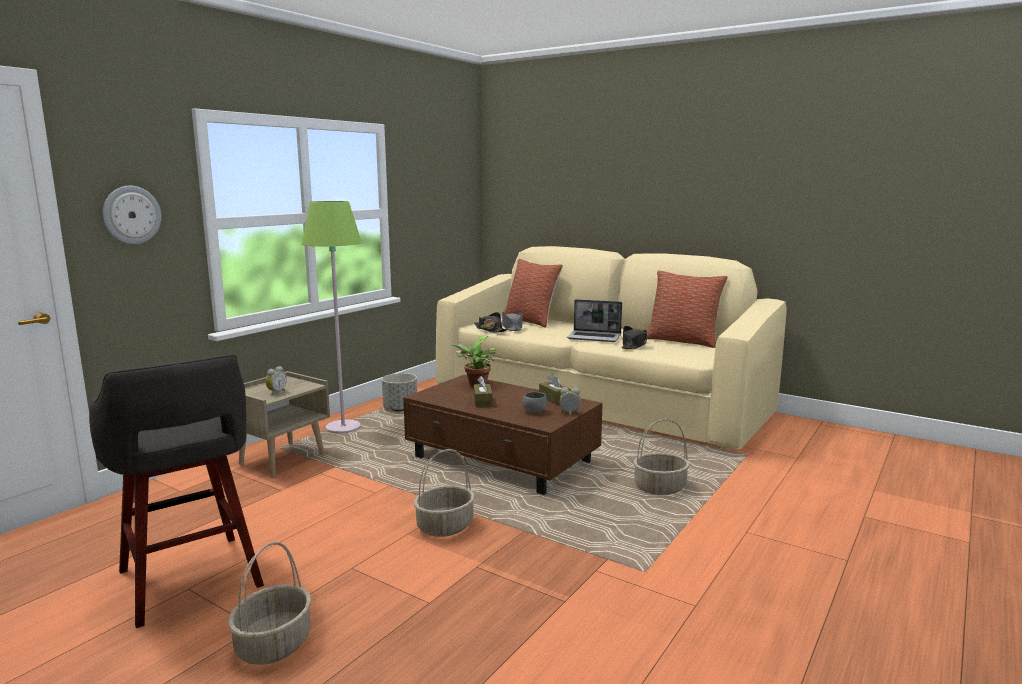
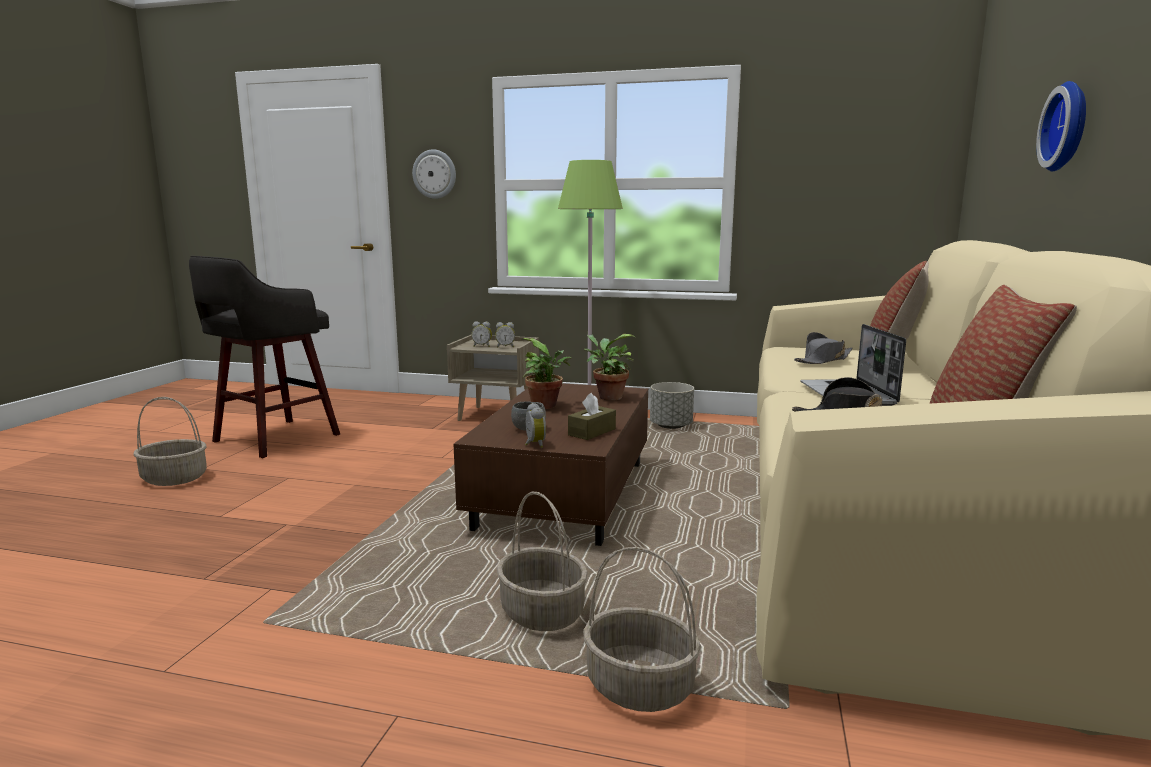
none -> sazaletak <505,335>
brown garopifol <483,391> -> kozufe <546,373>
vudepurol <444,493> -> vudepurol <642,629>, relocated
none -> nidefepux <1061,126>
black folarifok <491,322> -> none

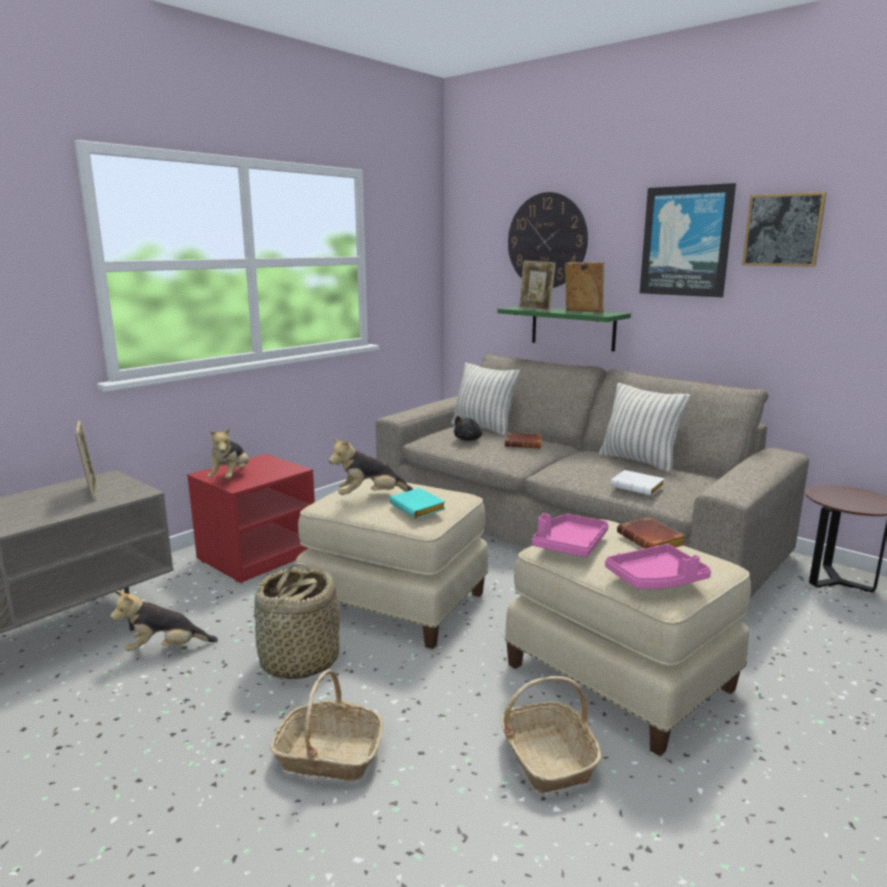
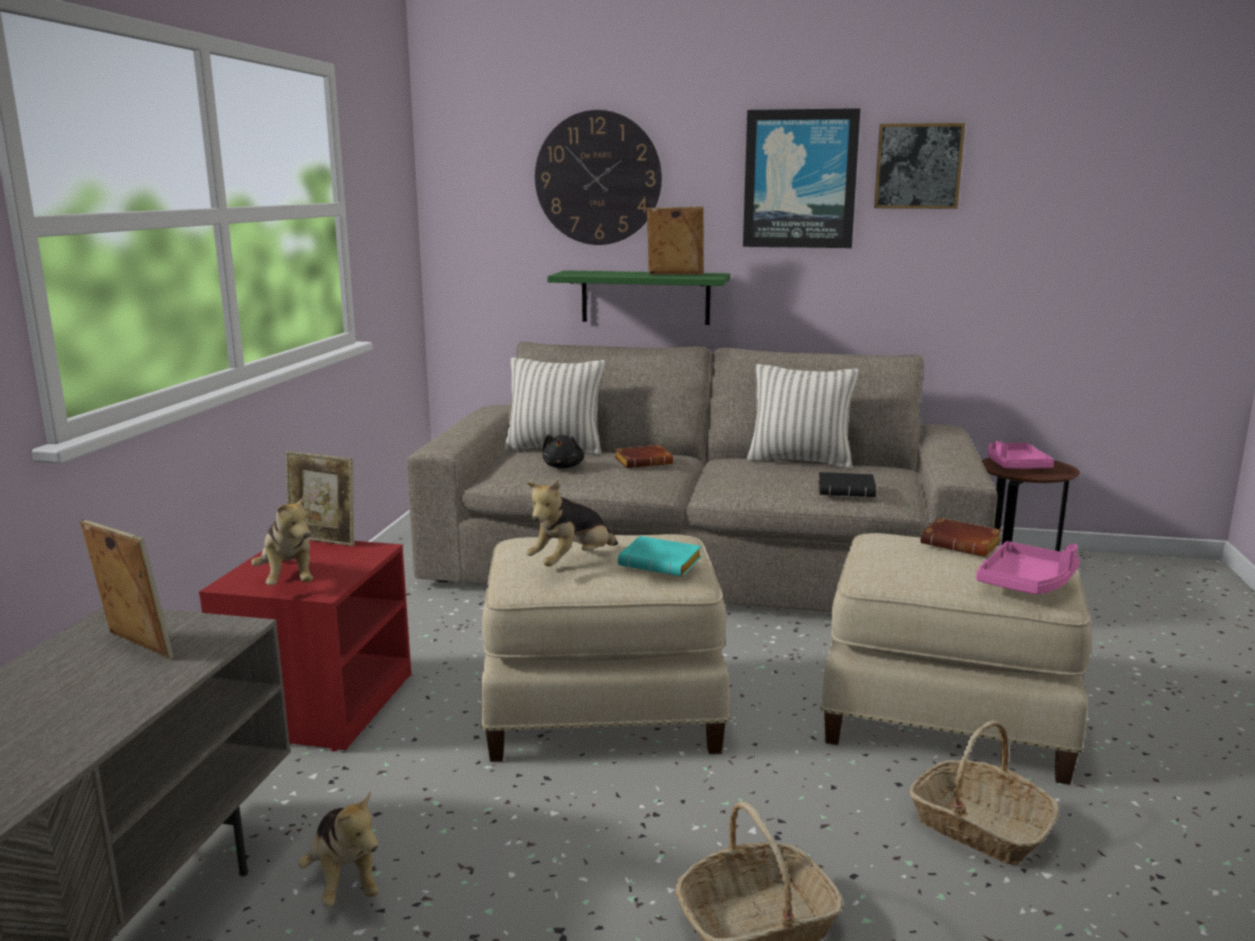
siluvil <537,286> -> siluvil <320,498>, relocated
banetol <164,620> -> banetol <338,848>, 75 degrees counterclockwise
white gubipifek <637,483> -> black gubipifek <847,484>
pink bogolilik <570,535> -> pink bogolilik <1021,455>, relocated
vudepurol <297,621> -> none

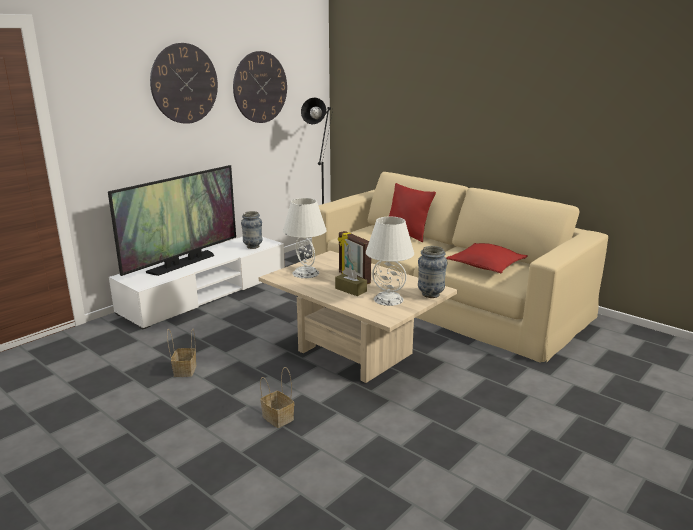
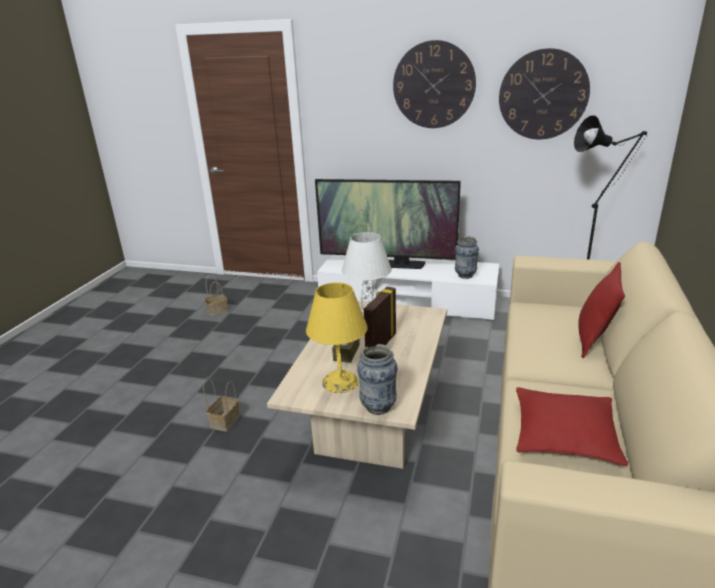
vudepurol <181,353> -> vudepurol <216,296>, relocated
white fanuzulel <390,261> -> yellow fanuzulel <337,337>

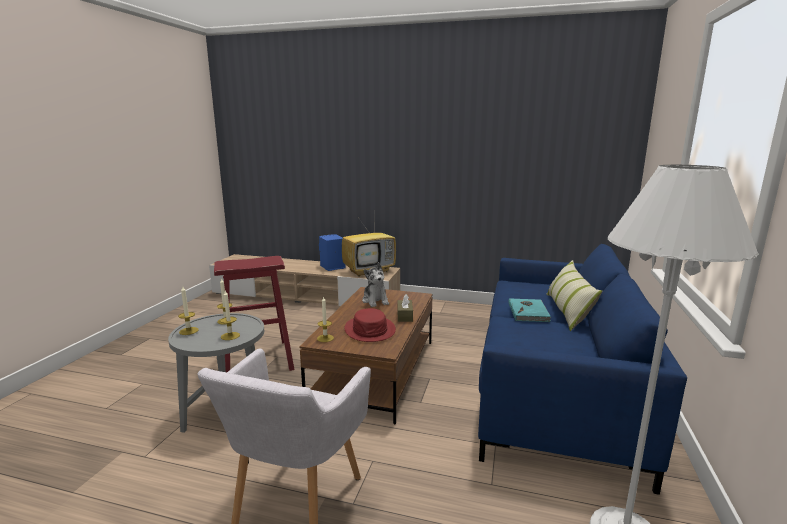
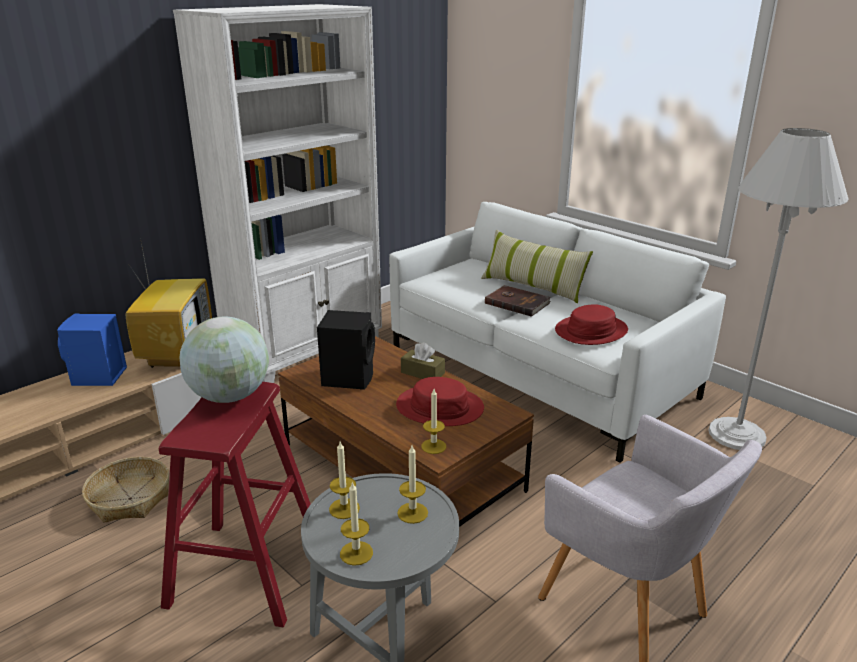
none -> vudepurol <125,490>
none -> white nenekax <277,193>
none -> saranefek <224,360>
banetol <375,284> -> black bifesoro <346,350>
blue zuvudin <582,369> -> white zuvudin <557,332>
turquoise gubipifek <529,310> -> brown gubipifek <518,301>
none -> red folarifok <591,324>

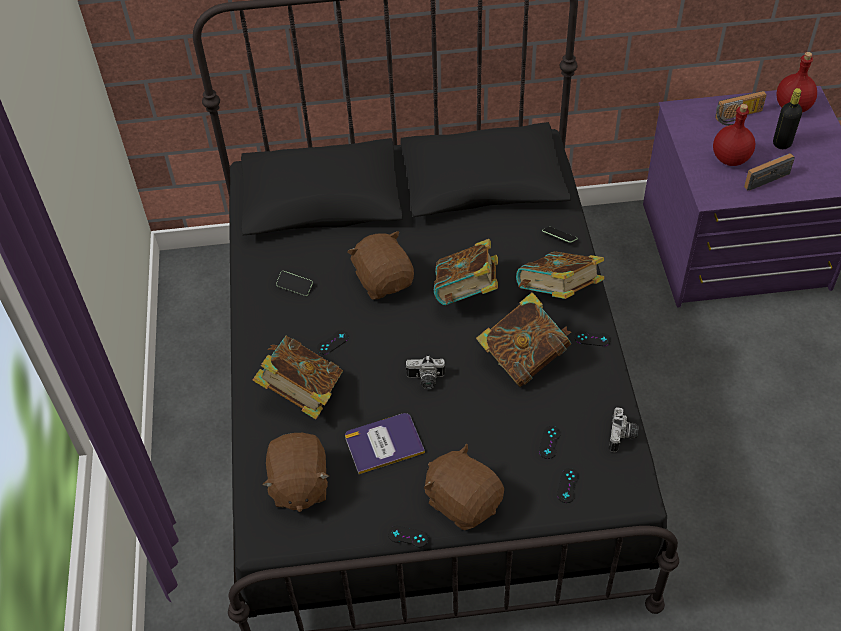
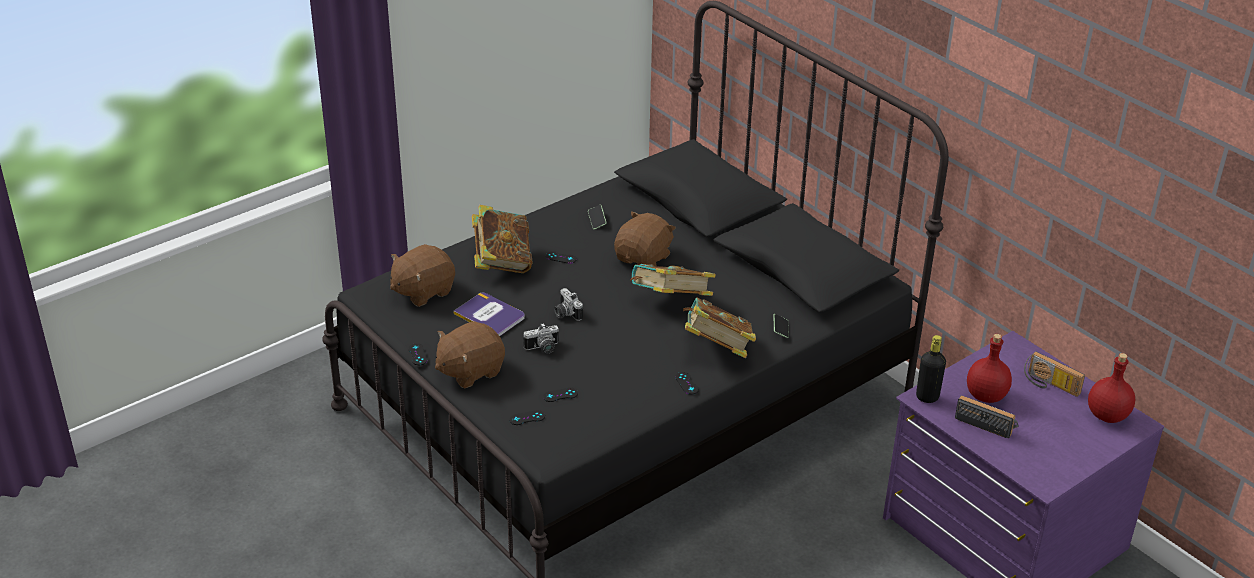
brown banetol <464,487> -> brown banetol <470,354>, 135 degrees counterclockwise
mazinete <624,429> -> mazinete <541,338>, relocated
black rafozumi <787,118> -> black rafozumi <931,369>, relocated
gubipifek <523,339> -> none

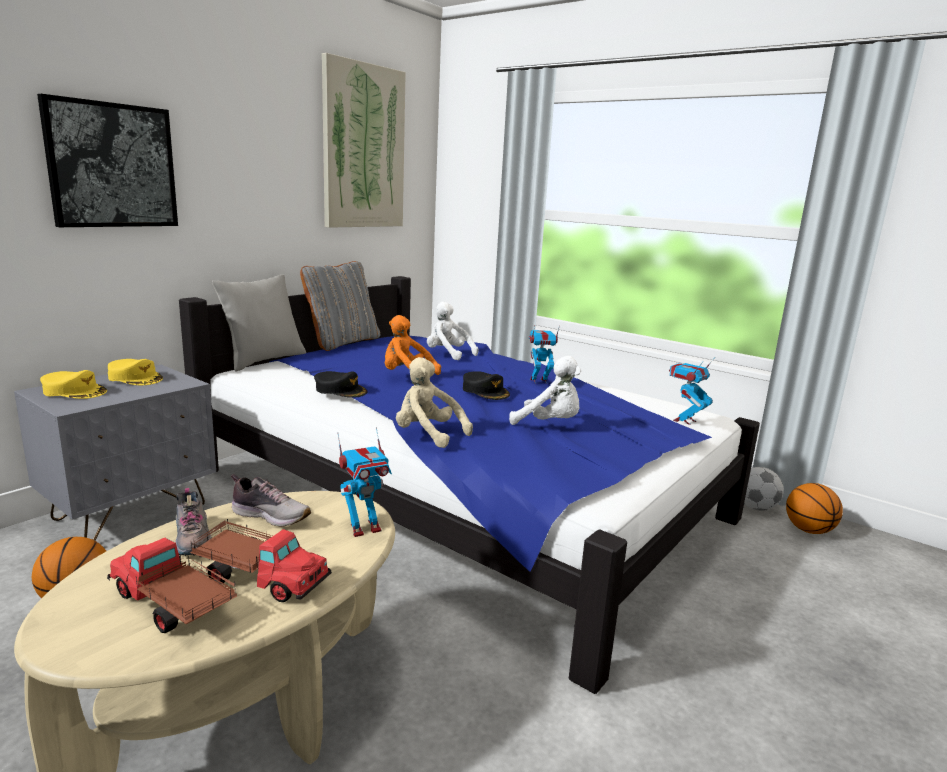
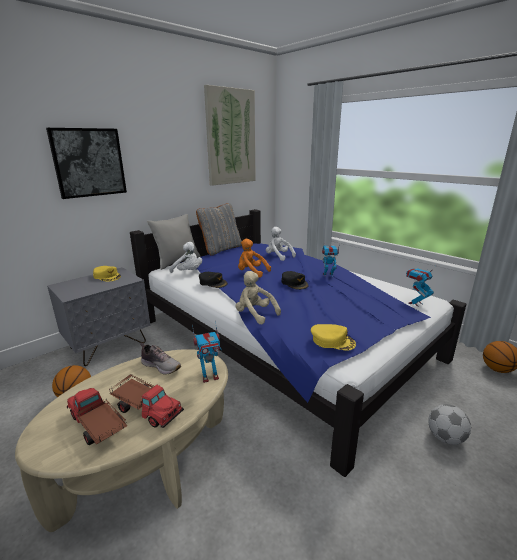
white banetol <545,390> -> white banetol <185,257>, relocated
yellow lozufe <73,384> -> yellow lozufe <333,337>, relocated
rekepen <764,489> -> rekepen <449,424>, relocated
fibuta <193,522> -> none

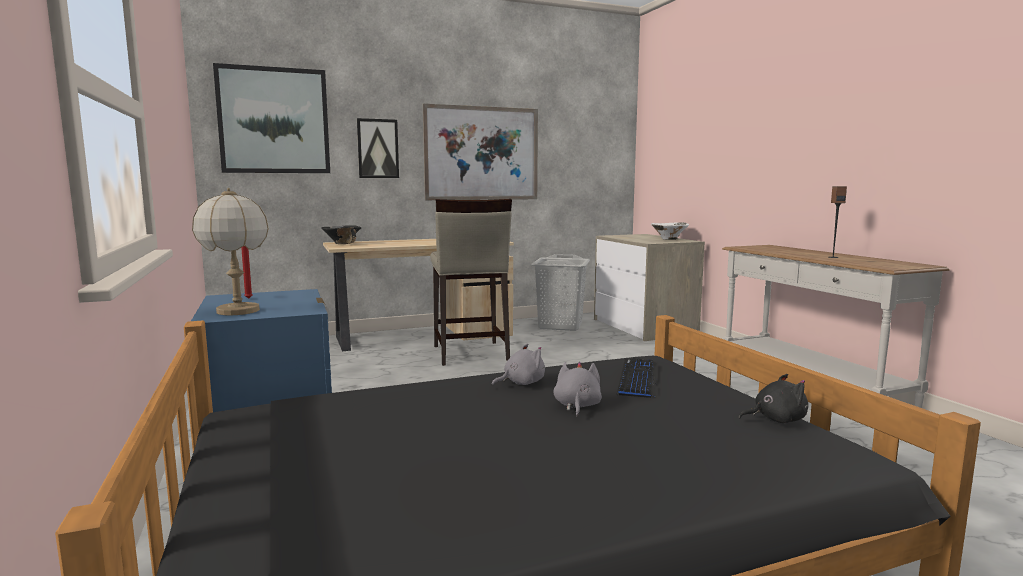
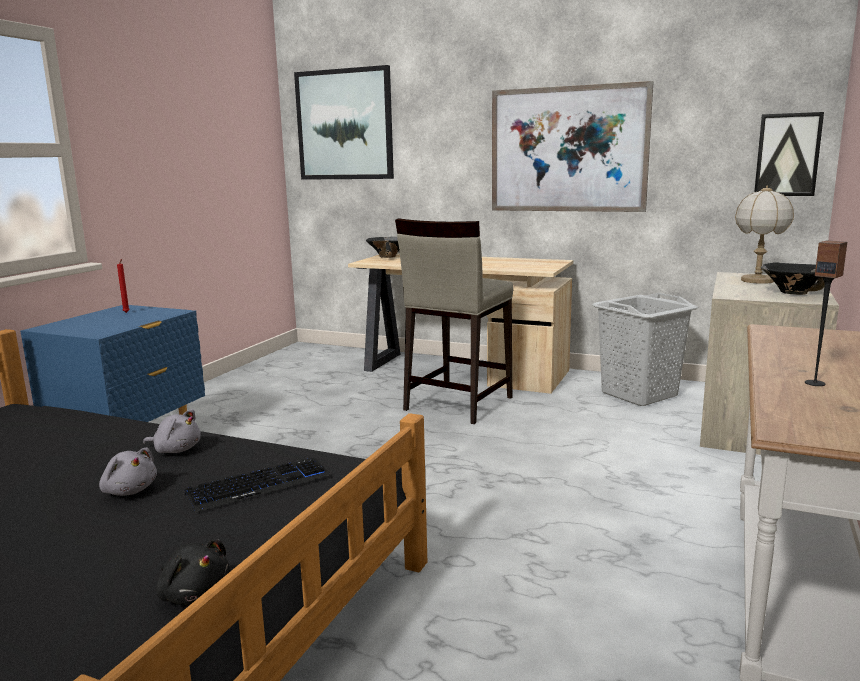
grey banetol <578,389> -> grey banetol <128,472>, 75 degrees clockwise
fanuzulel <230,251> -> fanuzulel <764,234>, relocated
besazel <378,148> -> besazel <789,154>, relocated
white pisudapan <670,231> -> black pisudapan <793,278>

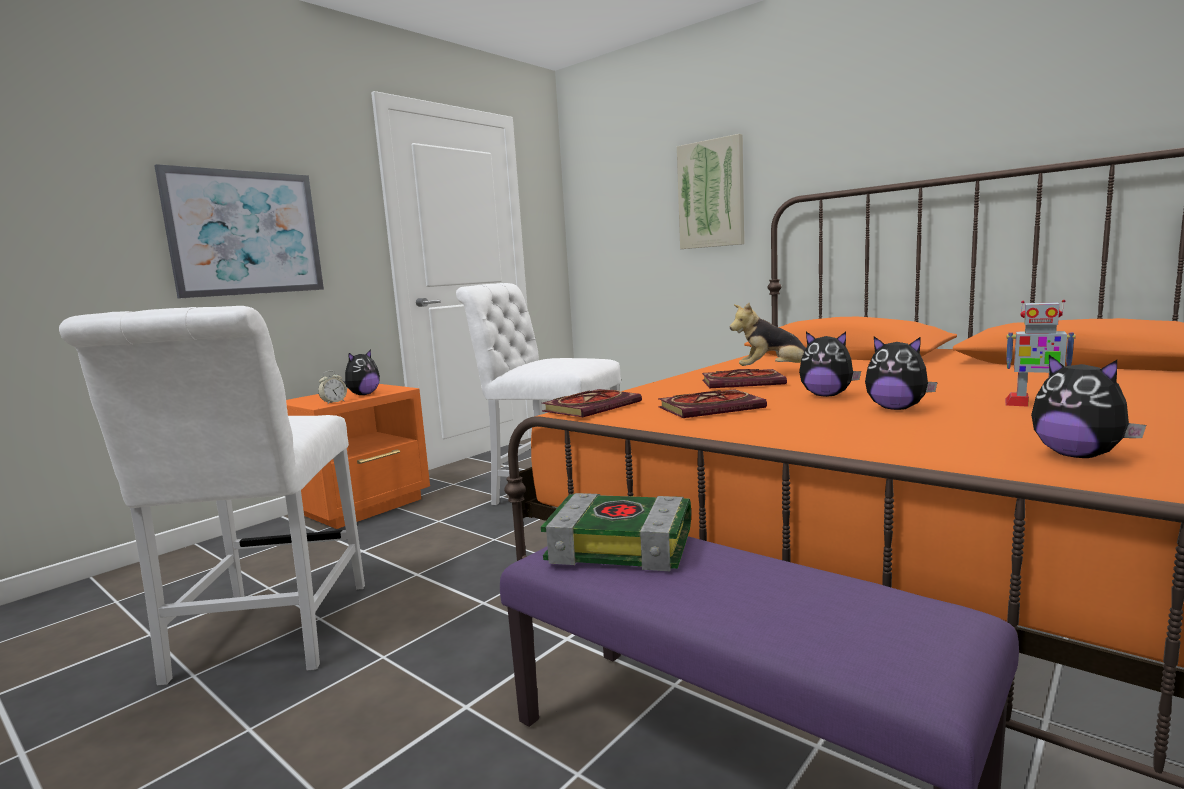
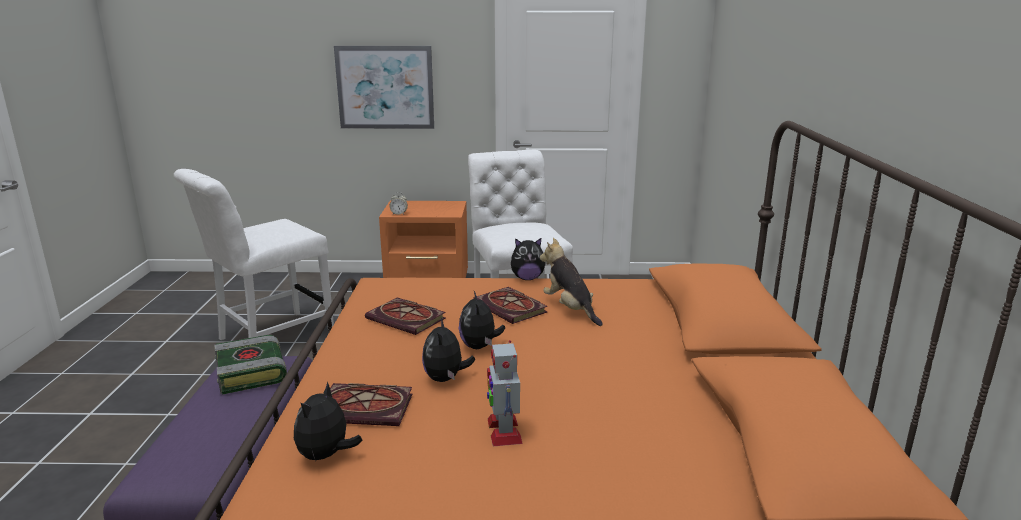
gubipifek <592,403> -> gubipifek <371,404>, relocated
banetol <361,372> -> banetol <528,259>, relocated
besazel <710,191> -> none

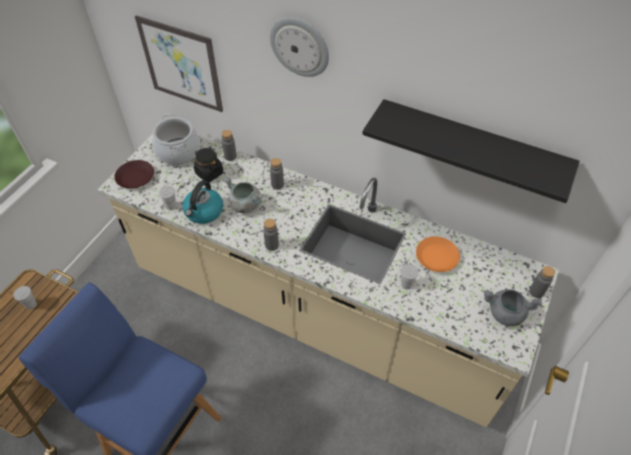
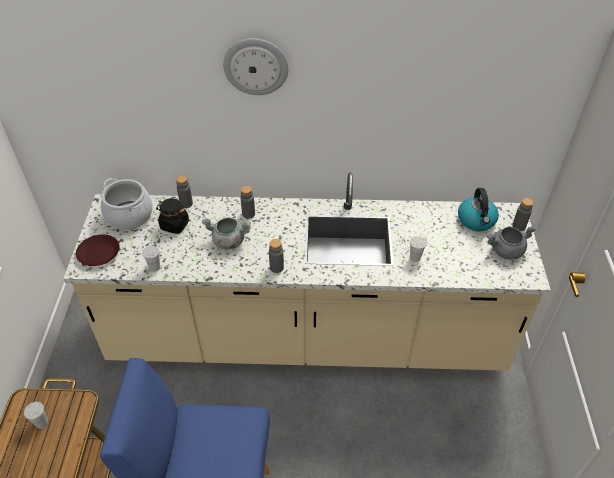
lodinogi <202,202> -> lodinogi <478,209>, relocated
besazel <179,63> -> none
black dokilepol <471,151> -> none
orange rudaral <438,254> -> none

